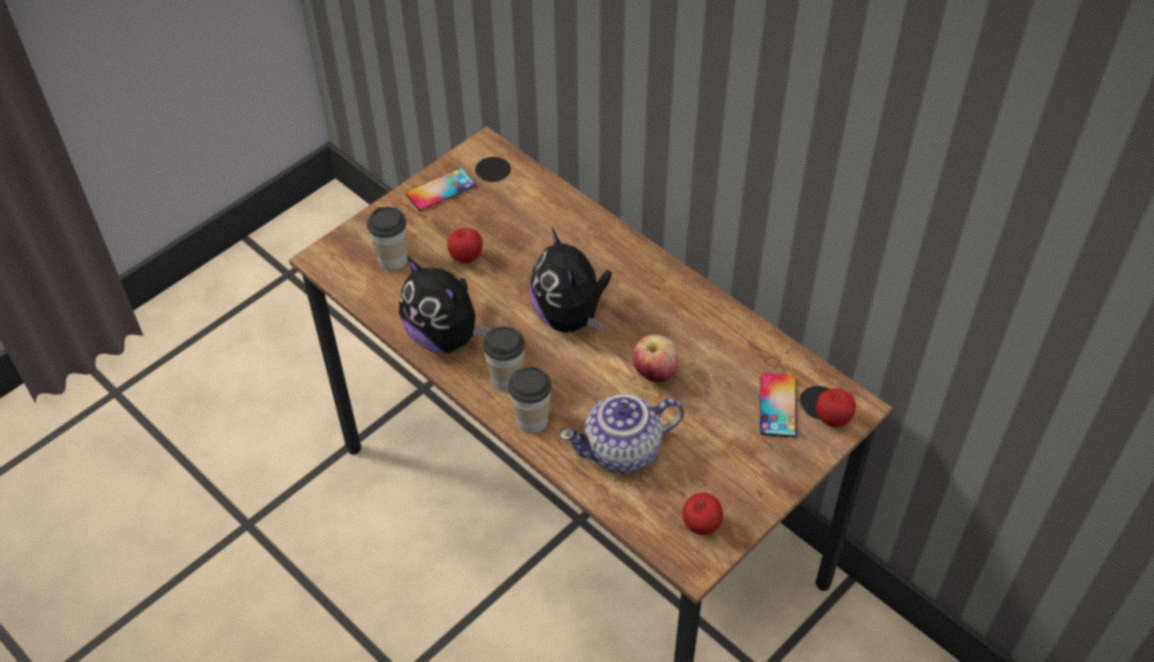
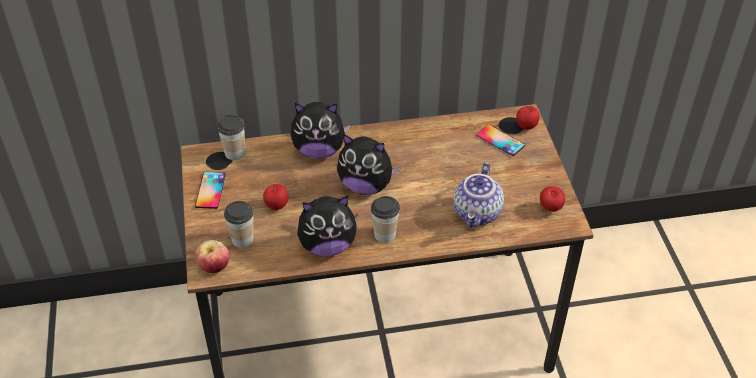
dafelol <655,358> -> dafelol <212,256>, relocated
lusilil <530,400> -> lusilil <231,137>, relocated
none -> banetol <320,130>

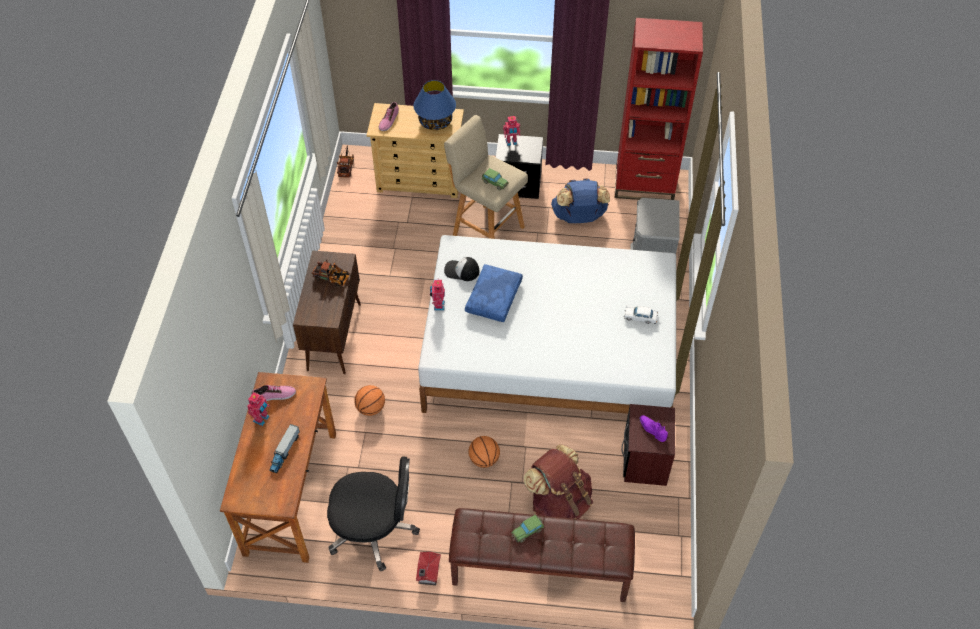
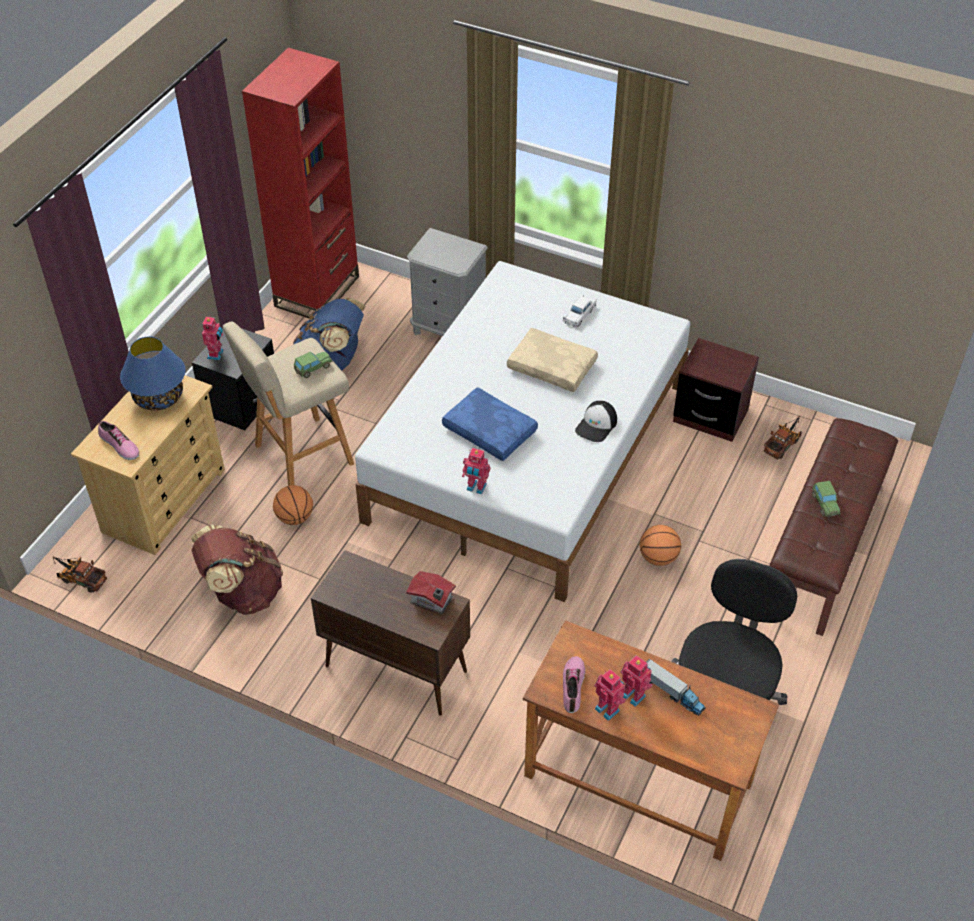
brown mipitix <558,481> -> brown mipitix <237,570>, relocated
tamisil <369,400> -> tamisil <293,505>, relocated
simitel <428,568> -> simitel <431,593>, relocated
none -> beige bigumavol <552,360>
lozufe <461,269> -> lozufe <596,421>, relocated
none -> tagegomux <637,681>
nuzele <332,273> -> nuzele <783,437>, relocated
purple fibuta <653,428> -> none

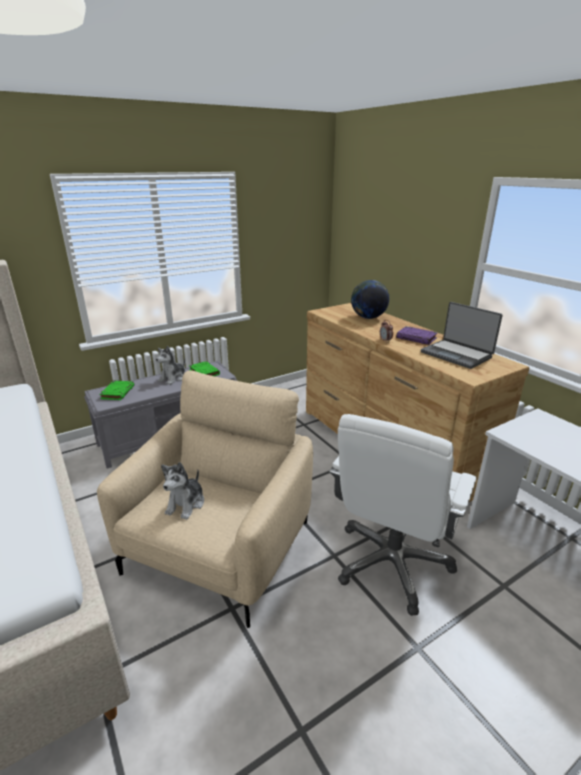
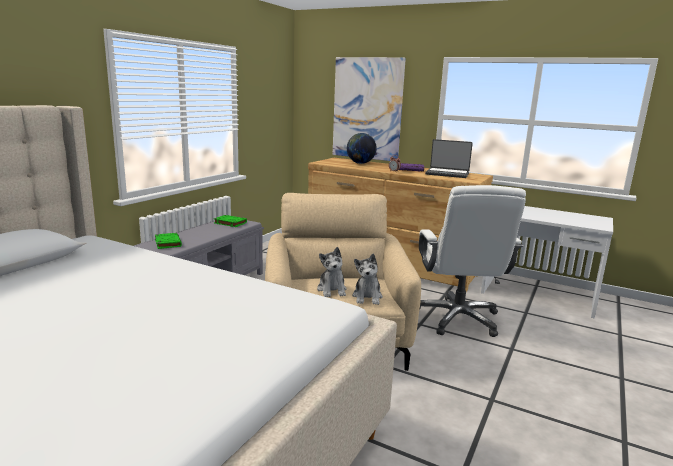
none -> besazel <369,109>
banetol <170,365> -> banetol <367,279>, relocated

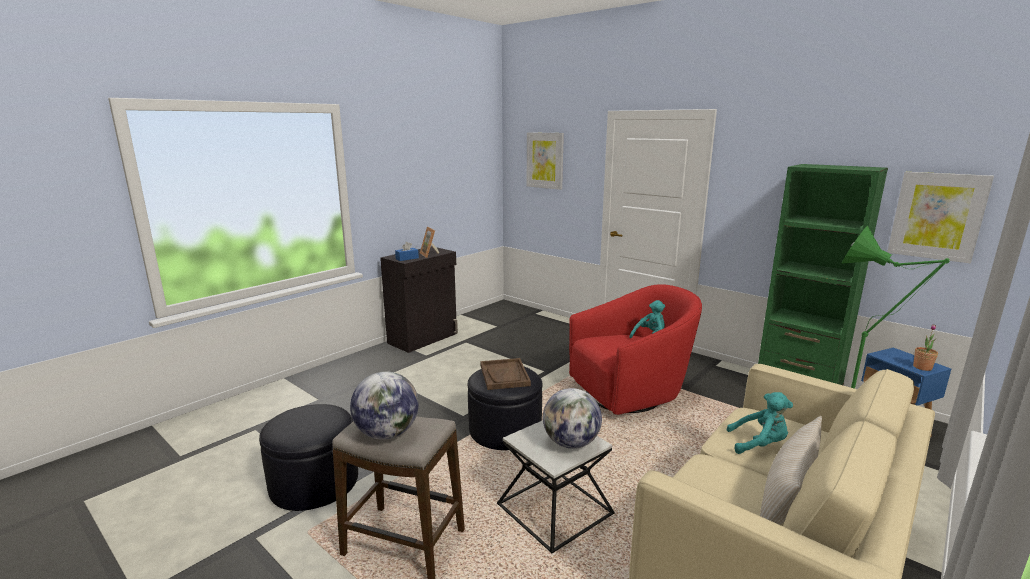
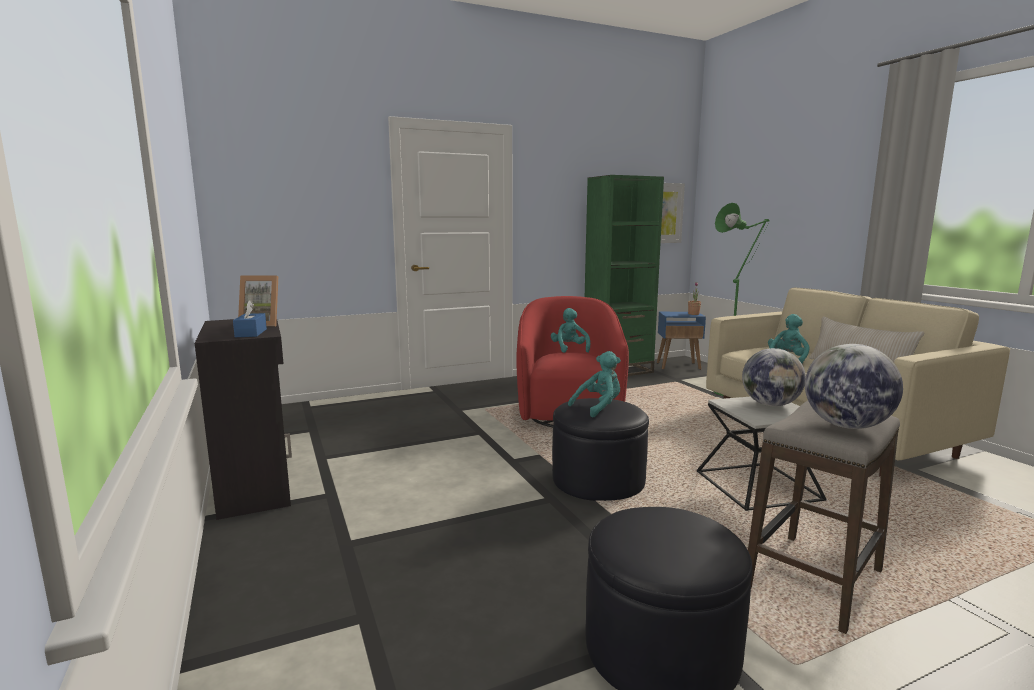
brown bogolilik <505,374> -> turquoise banetol <594,384>
besazel <545,161> -> none

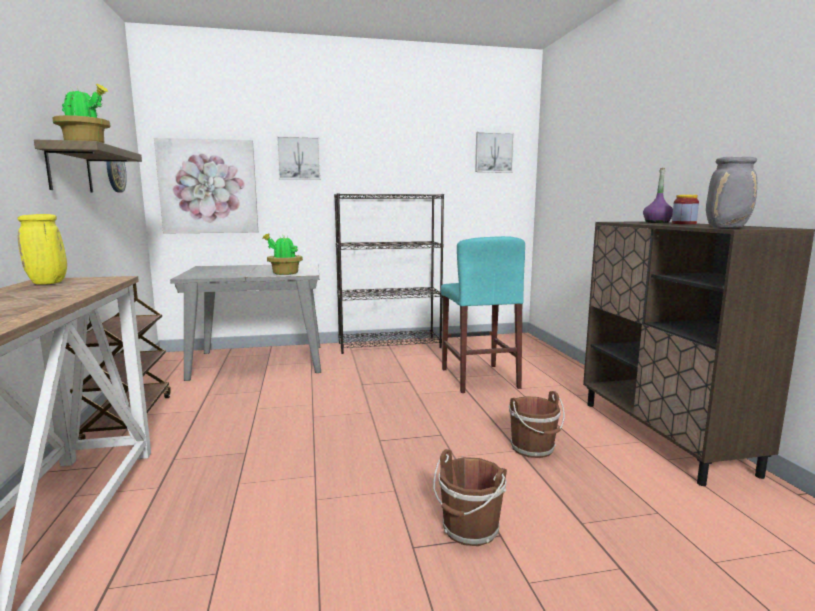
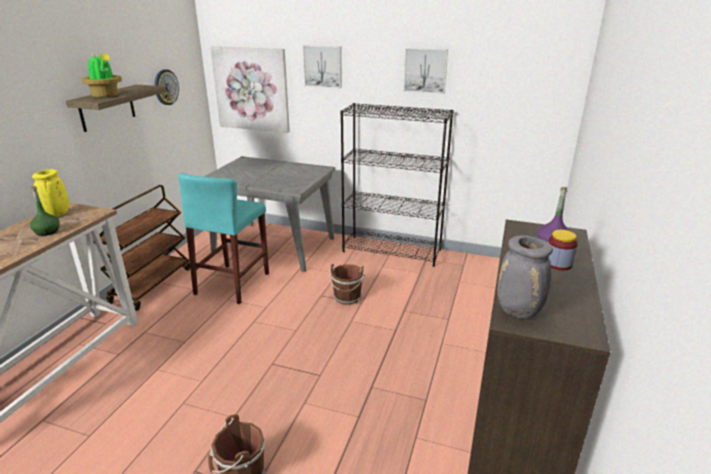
none -> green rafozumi <45,211>
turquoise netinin <483,314> -> turquoise netinin <223,238>, relocated
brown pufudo <537,424> -> brown pufudo <347,284>, relocated
besazel <494,152> -> besazel <425,71>, relocated
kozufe <283,254> -> none

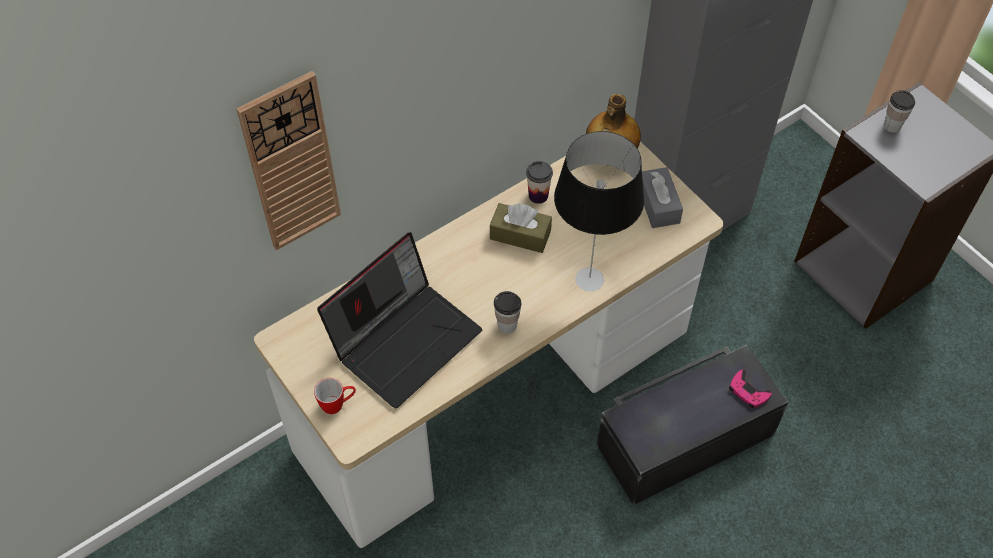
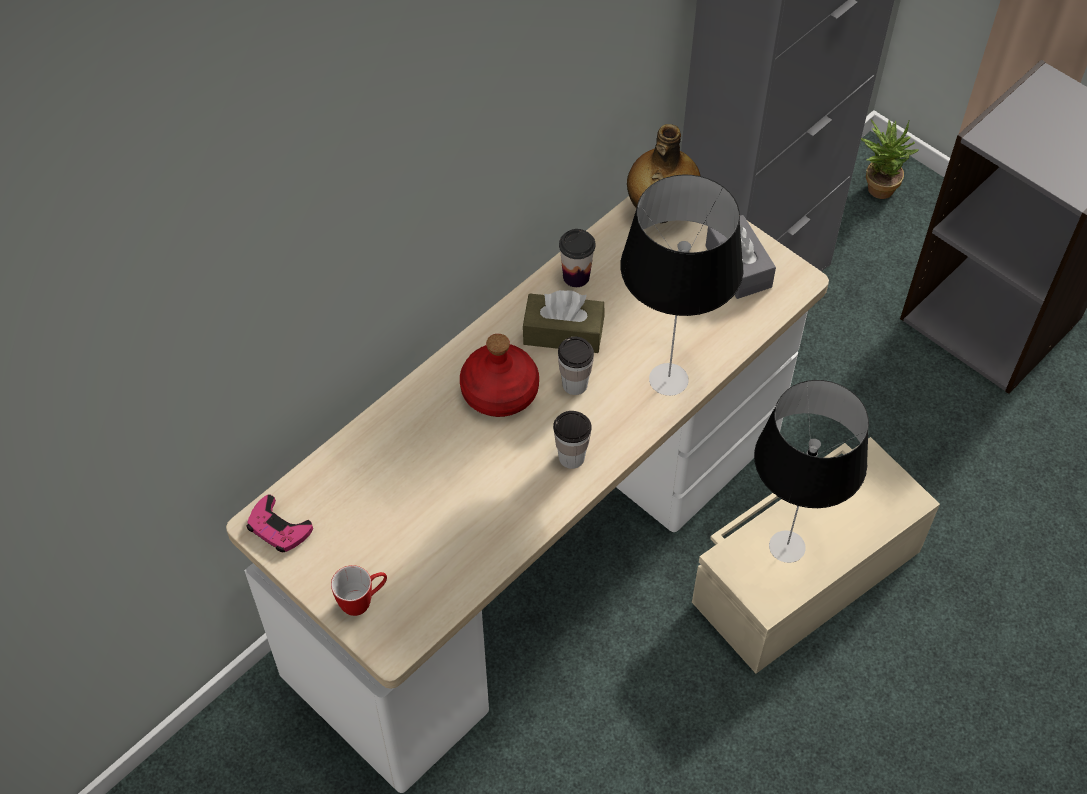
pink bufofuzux <750,388> -> pink bufofuzux <279,523>, relocated
none -> red rafozumi <499,375>
lusilil <899,111> -> lusilil <576,366>, relocated
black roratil <692,425> -> beige roratil <816,555>
none -> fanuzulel <811,471>
none -> kozufe <889,159>
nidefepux <288,160> -> none
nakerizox <399,320> -> none

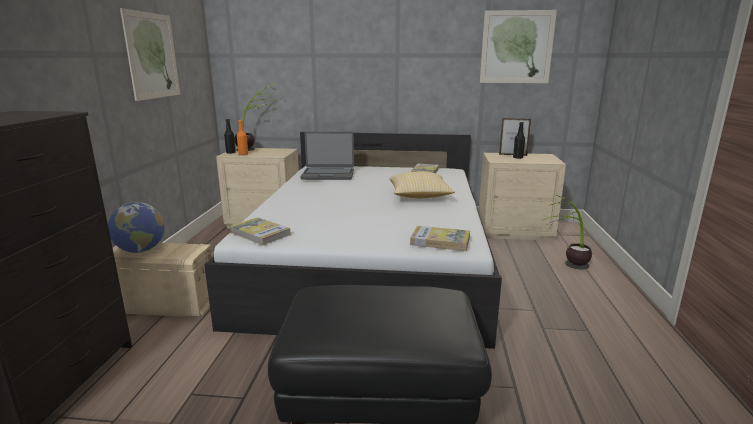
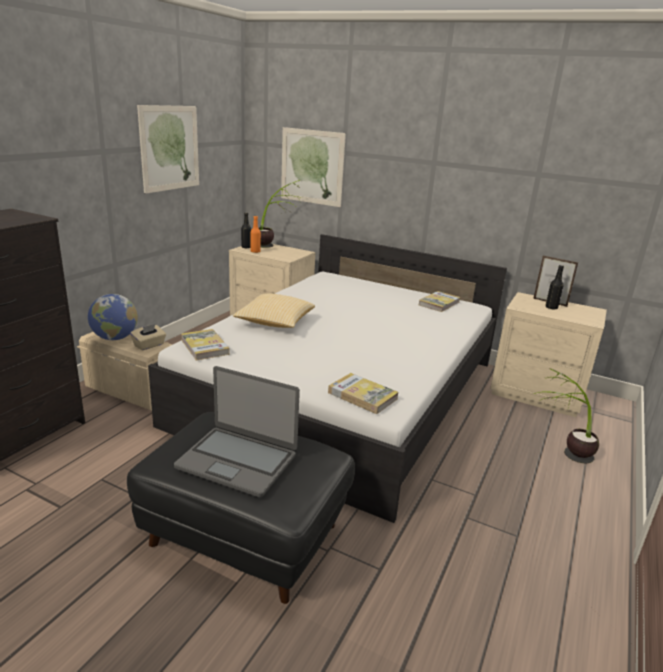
none -> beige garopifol <148,337>
nakerizox <327,156> -> nakerizox <237,431>, relocated
bigumavol <422,185> -> bigumavol <274,311>, relocated
besazel <518,46> -> besazel <313,167>, relocated

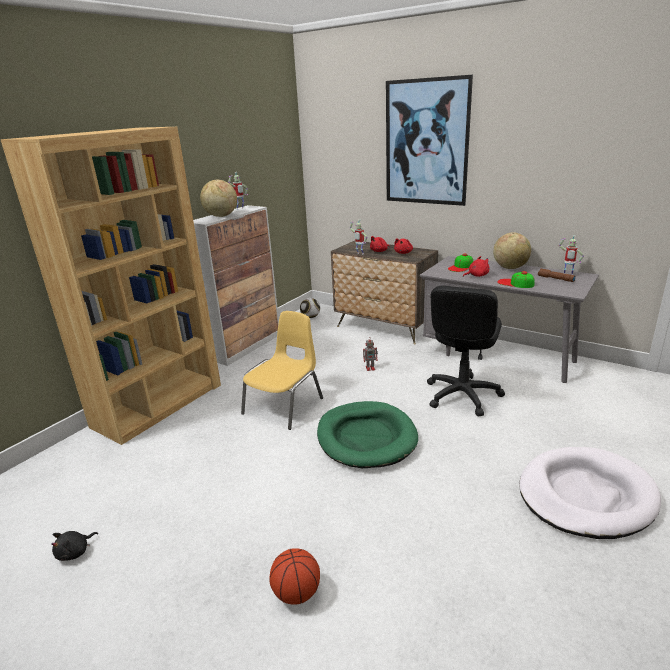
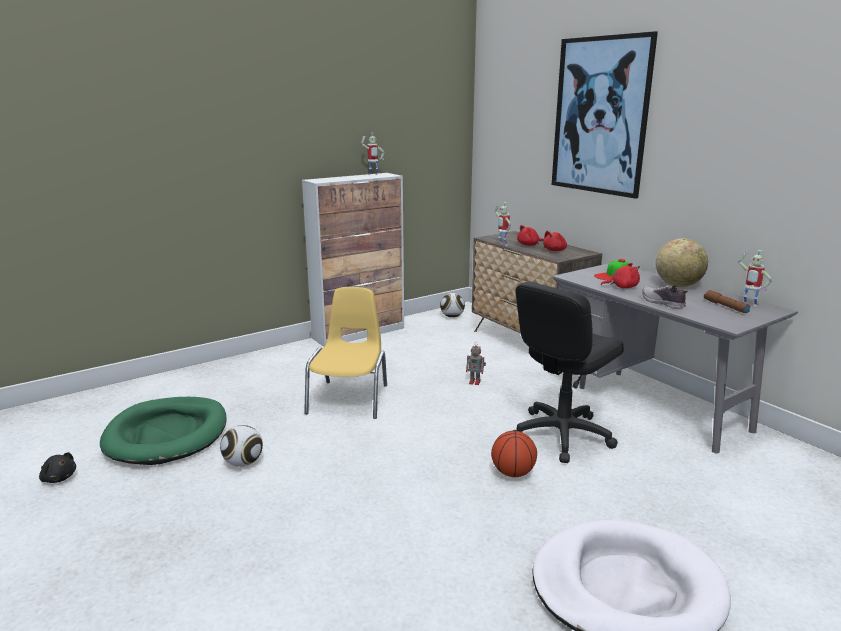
black banetol <74,546> -> black banetol <57,467>, 120 degrees counterclockwise
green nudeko <367,434> -> green nudeko <163,431>, relocated
none -> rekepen <241,446>
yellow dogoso <282,370> -> yellow dogoso <345,353>, 45 degrees counterclockwise
tamisil <294,576> -> tamisil <514,454>, relocated
lozufe <516,279> -> fibuta <665,296>
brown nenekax <110,286> -> none
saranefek <218,198> -> none

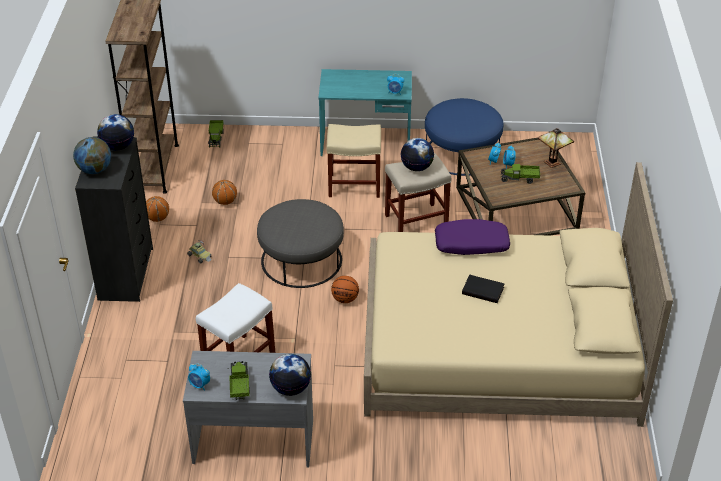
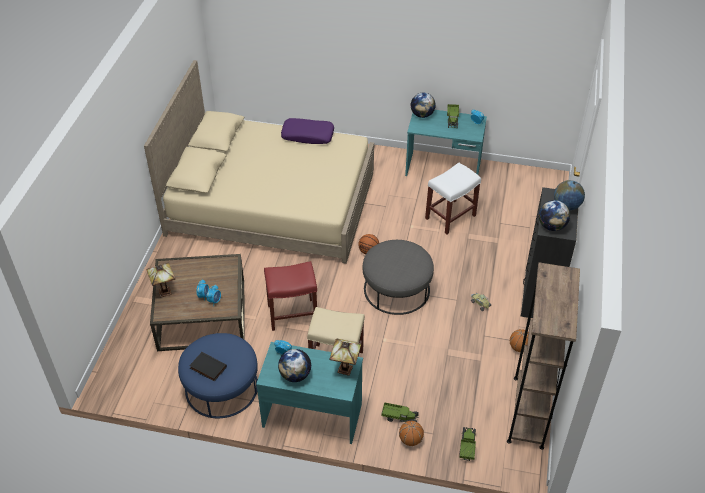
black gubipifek <483,288> -> black gubipifek <208,366>, relocated
beige netinin <418,192> -> red netinin <290,296>
saranefek <417,154> -> saranefek <294,365>, relocated
purple bigumavol <472,237> -> purple bigumavol <307,131>, relocated
none -> fanuzulel <345,357>
nuzele <520,174> -> nuzele <400,412>, relocated
tamisil <224,192> -> tamisil <411,433>, relocated
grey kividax <248,409> -> turquoise kividax <446,143>

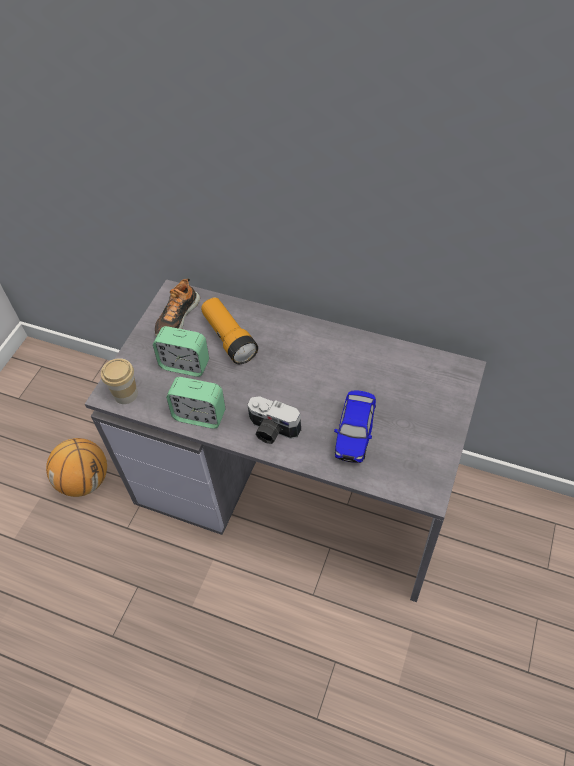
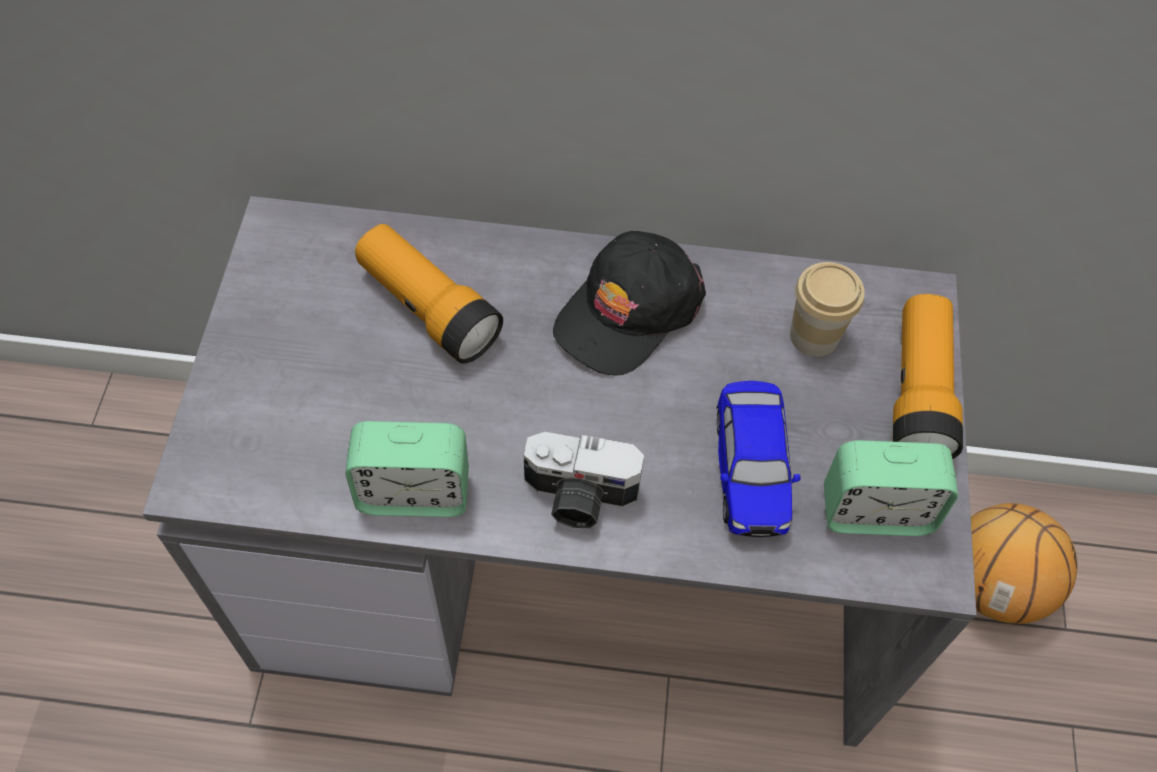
none -> black lozufe <629,303>
lusilil <119,381> -> lusilil <827,309>, relocated
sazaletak <181,351> -> sazaletak <891,488>, relocated
none -> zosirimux <928,376>
tamisil <76,467> -> tamisil <1024,563>, relocated
fibuta <177,307> -> none

